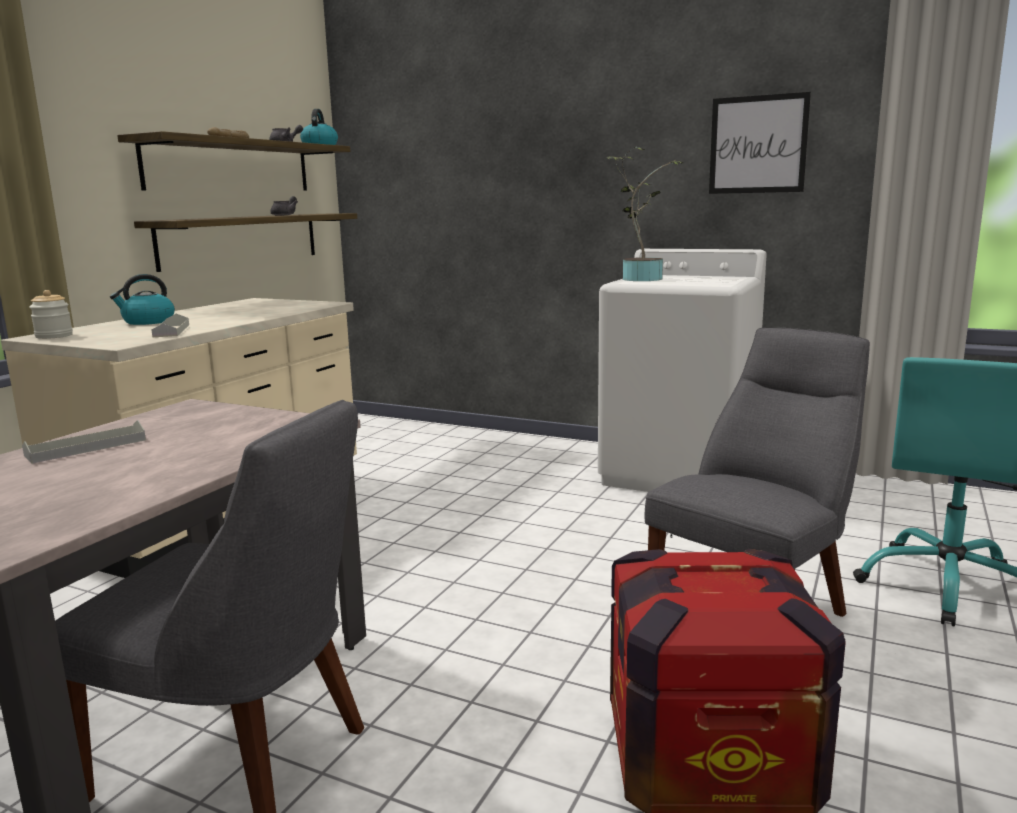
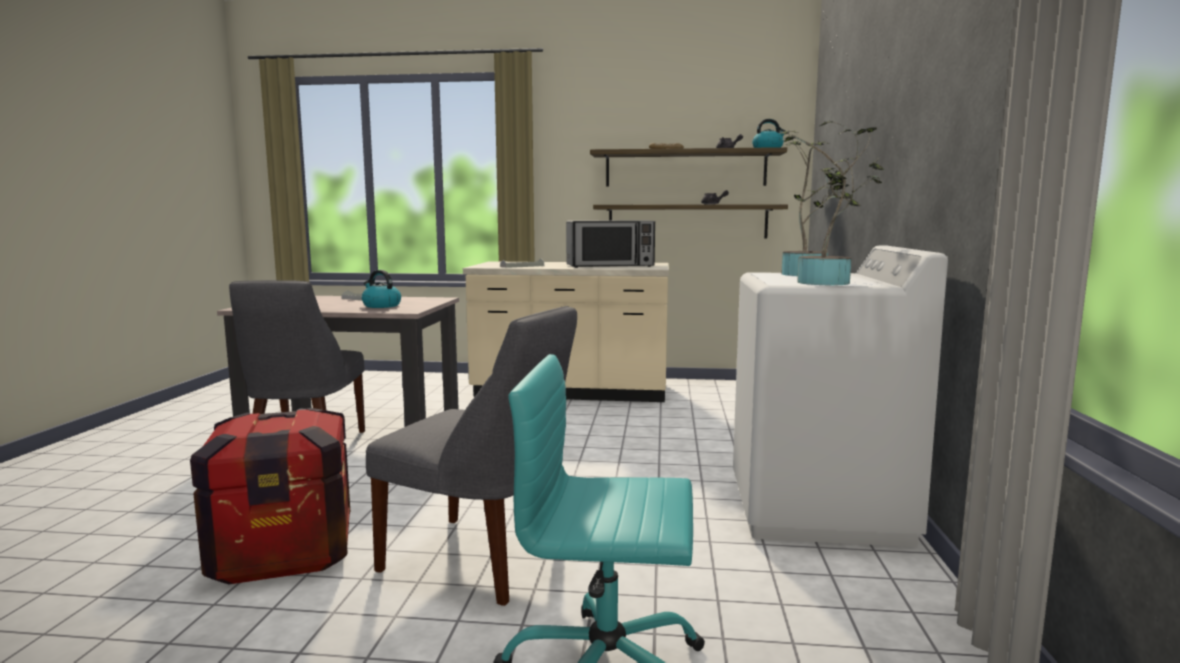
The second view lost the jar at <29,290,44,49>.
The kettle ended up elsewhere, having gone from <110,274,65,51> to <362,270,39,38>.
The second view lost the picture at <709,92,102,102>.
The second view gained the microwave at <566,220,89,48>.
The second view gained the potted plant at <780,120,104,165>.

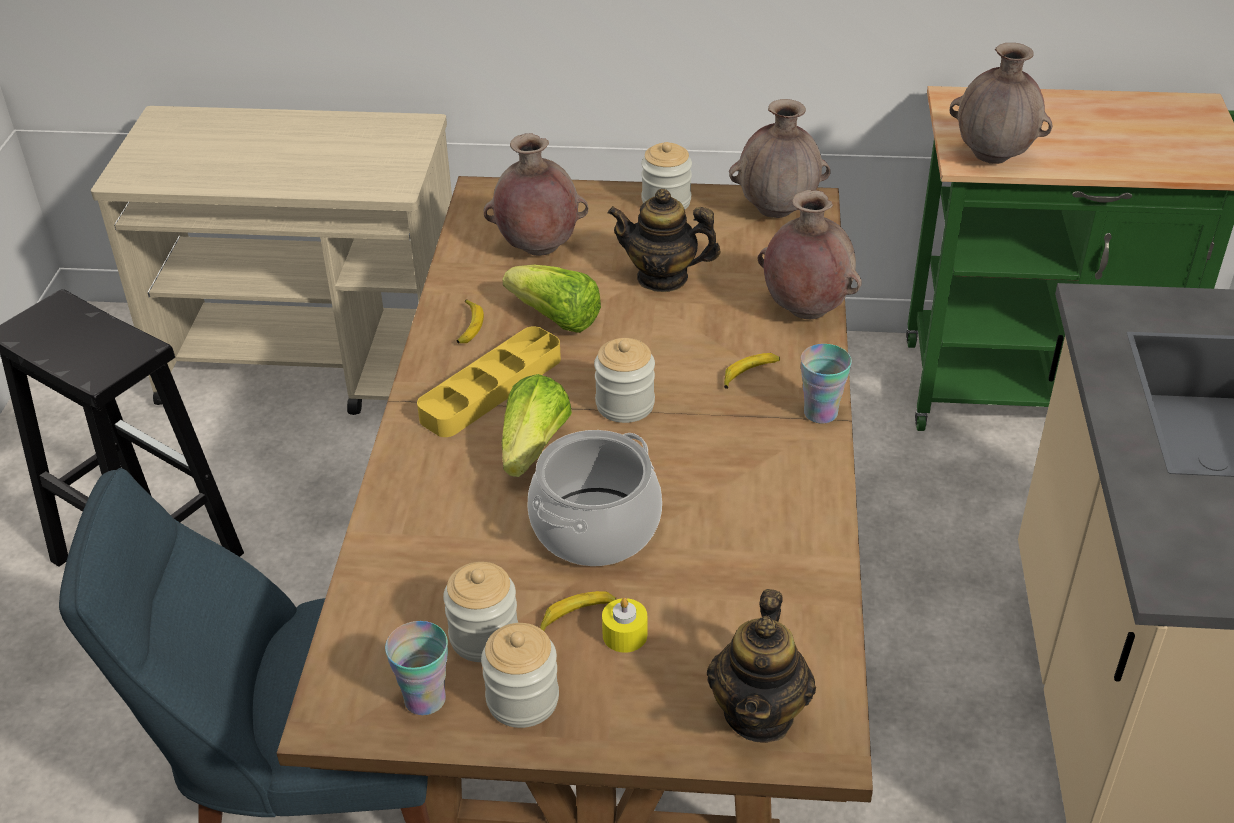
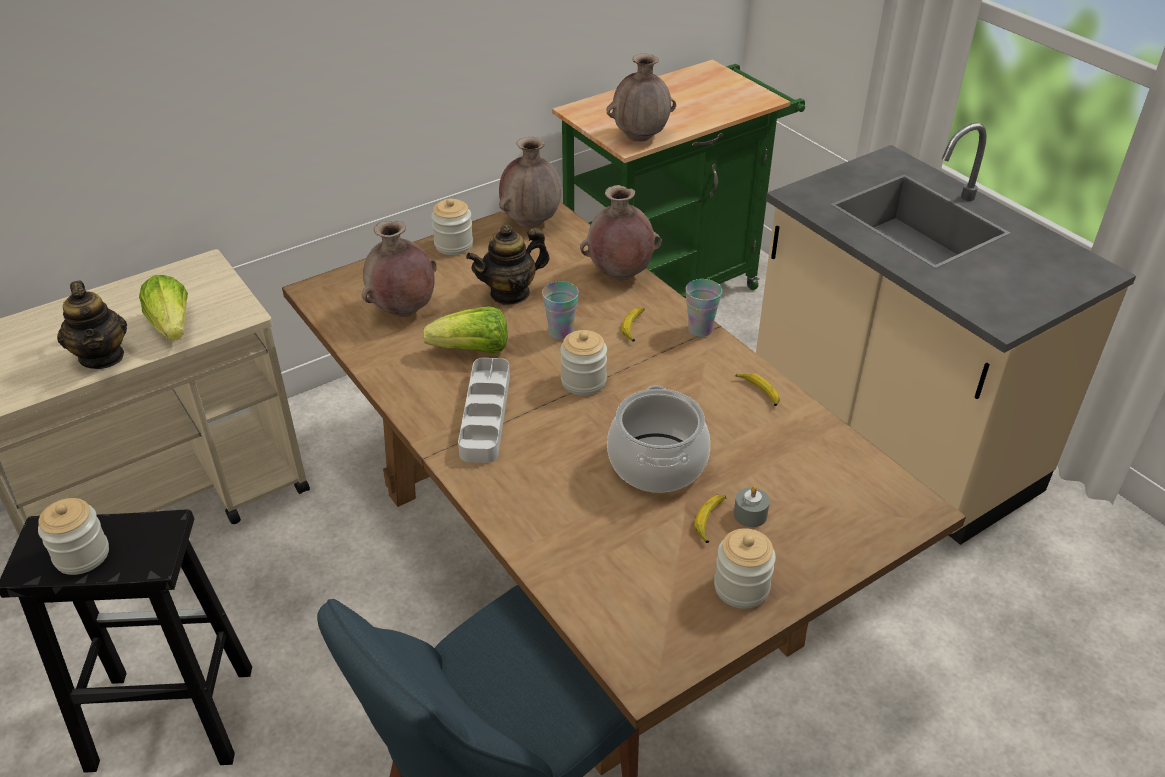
The cup ended up elsewhere, having gone from <385,621,63,94> to <542,281,37,59>.
What was the yellow tray at <417,326,144,111> turned into the grey tray at <458,358,52,105>.
The jar ended up elsewhere, having gone from <443,562,75,100> to <38,498,71,77>.
The banana ended up elsewhere, having gone from <457,299,27,45> to <736,373,44,33>.
The lettuce ended up elsewhere, having gone from <502,374,70,103> to <139,275,49,66>.
What was the yellow candle at <602,598,45,55> turned into the grey candle at <734,486,36,41>.
The teapot ended up elsewhere, having gone from <707,589,109,154> to <57,281,70,88>.

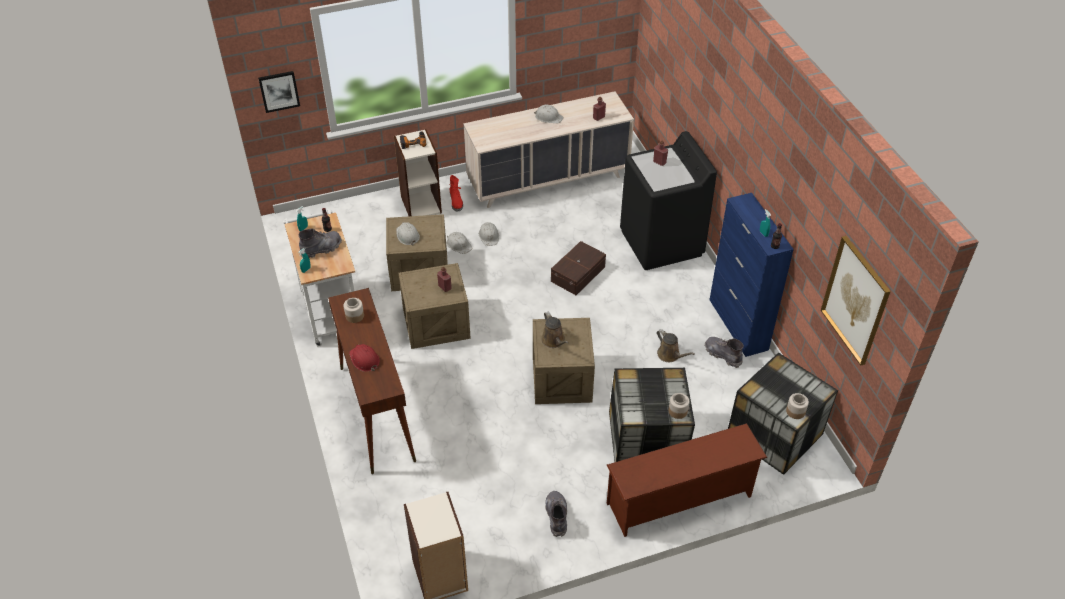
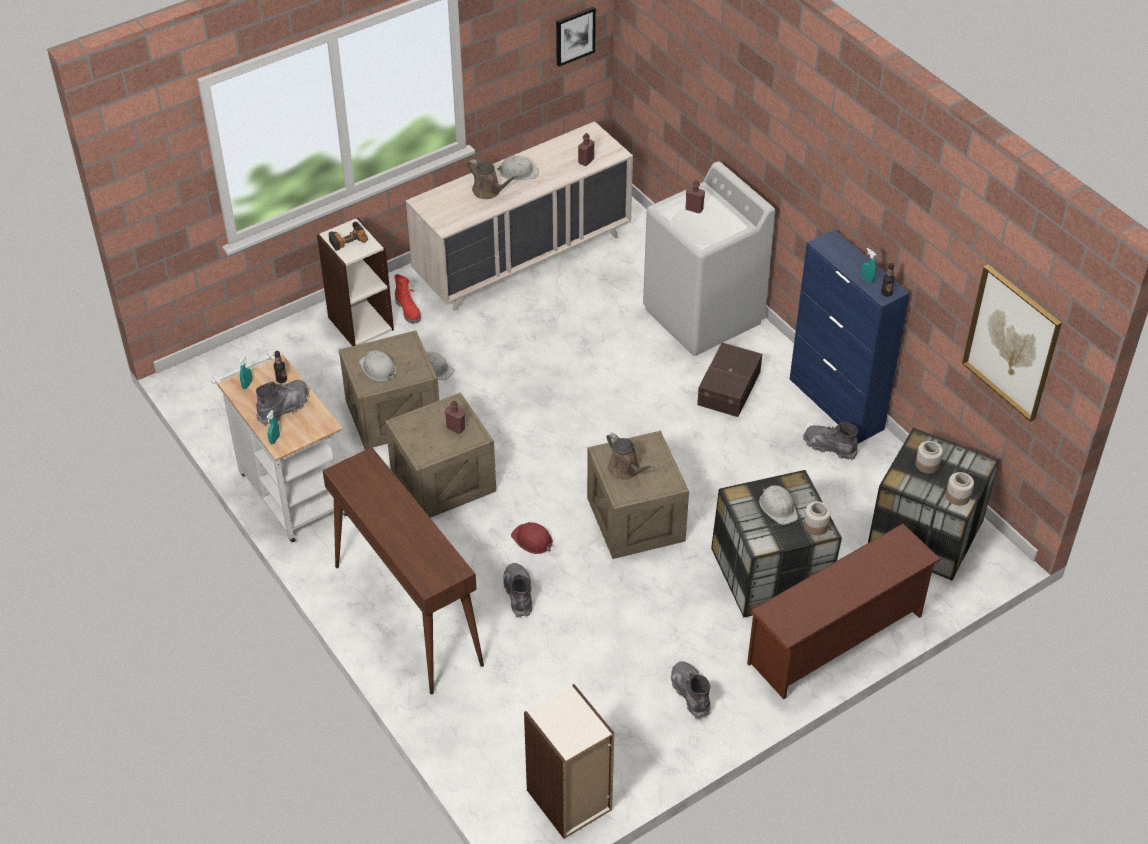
The picture ended up elsewhere, having gone from <258,71,42,42> to <556,7,40,60>.
The jar ended up elsewhere, having gone from <343,298,21,25> to <915,441,28,33>.
The red hard hat ended up elsewhere, having gone from <349,344,31,28> to <511,522,42,32>.
The white hard hat ended up elsewhere, having gone from <479,222,20,24> to <759,485,39,40>.
The brown storage box ended up elsewhere, having gone from <551,241,55,54> to <697,343,65,74>.
What was the black washing machine at <620,131,97,139> turned into the white washing machine at <643,162,132,194>.
The brown watering can ended up elsewhere, having gone from <657,329,38,33> to <467,159,51,40>.
The second view gained the grey boot at <503,563,29,55>.

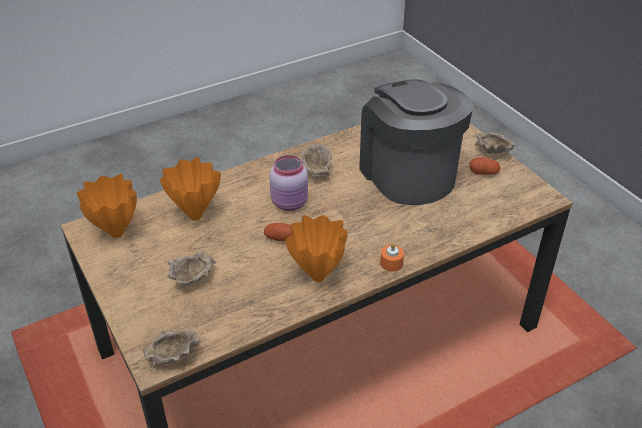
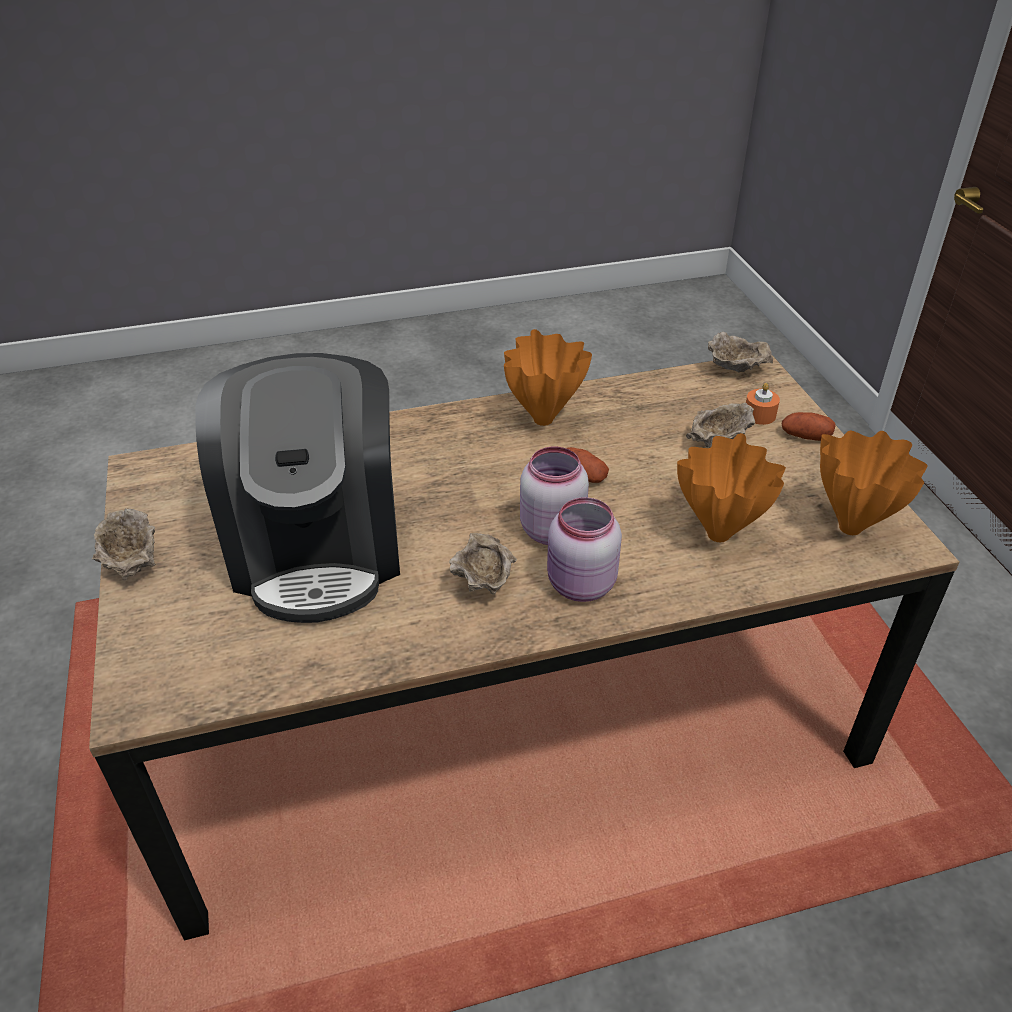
The orange candle ended up elsewhere, having gone from <380,243,24,29> to <746,383,34,42>.
The potato ended up elsewhere, having gone from <469,157,32,18> to <782,412,54,29>.
The second view gained the pink jar at <547,497,75,105>.

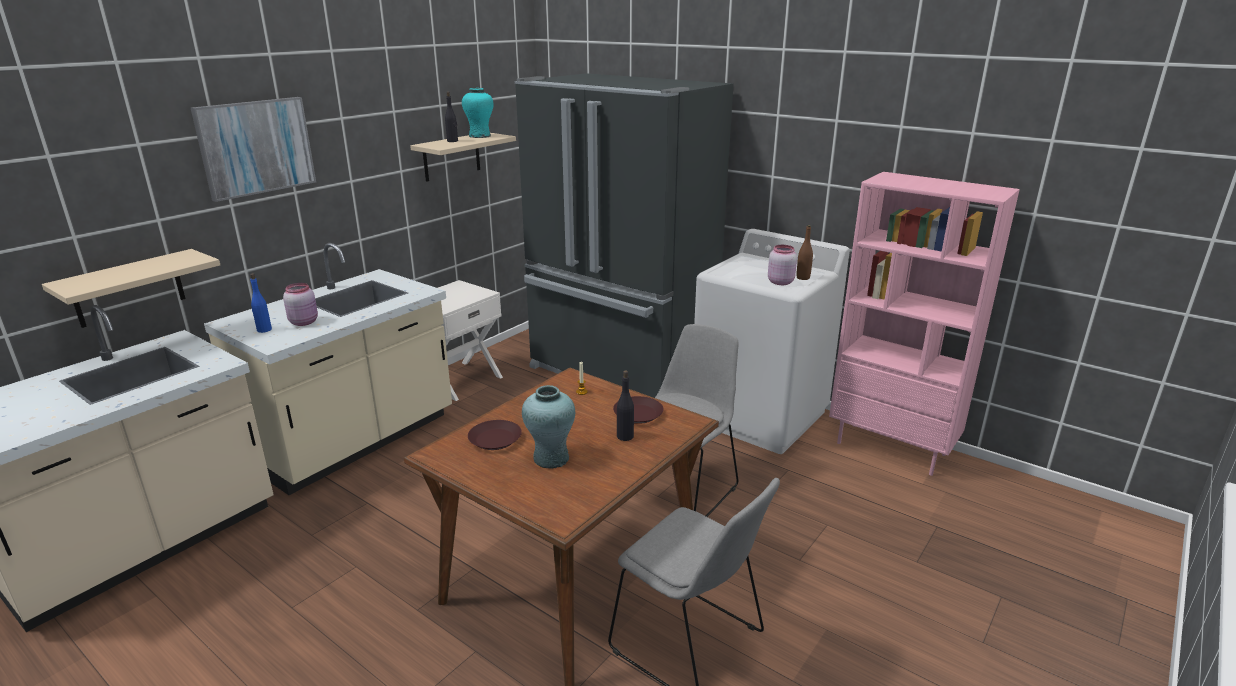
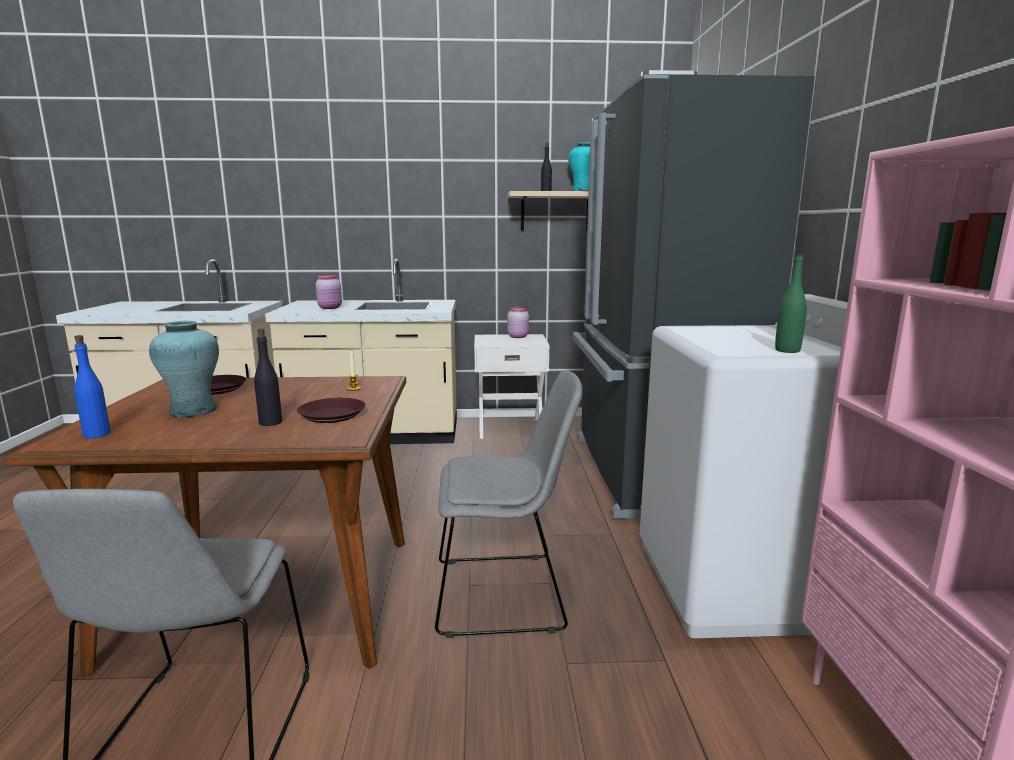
The second view lost the beige shelf at <42,249,178,79>.
The second view lost the picture at <191,97,125,105>.
The blue bottle ended up elsewhere, having gone from <250,274,22,59> to <74,335,37,103>.
The pink jar ended up elsewhere, having gone from <768,245,29,40> to <507,307,22,31>.
What was the brown bottle at <796,225,17,55> turned into the green bottle at <775,254,32,99>.

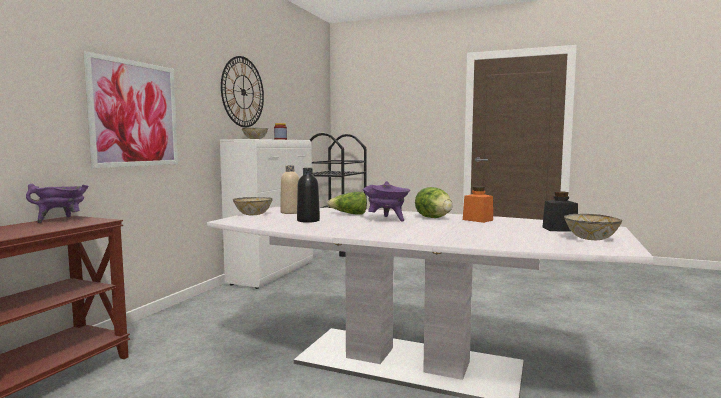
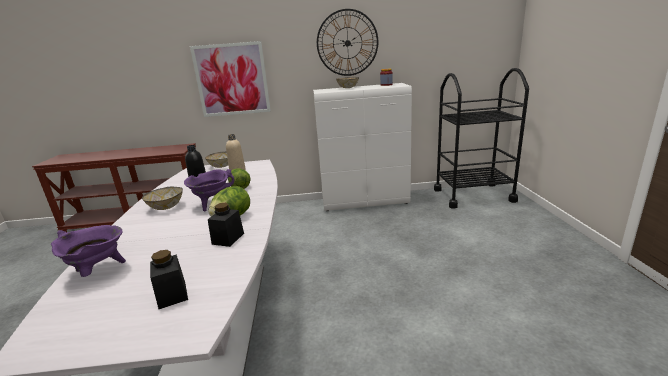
The purple cooking pot ended up elsewhere, having gone from <26,184,63,39> to <51,225,75,52>.
What was the orange jar at <463,186,30,37> turned into the black jar at <208,203,36,44>.
The bowl ended up elsewhere, having gone from <564,214,58,26> to <142,187,41,23>.

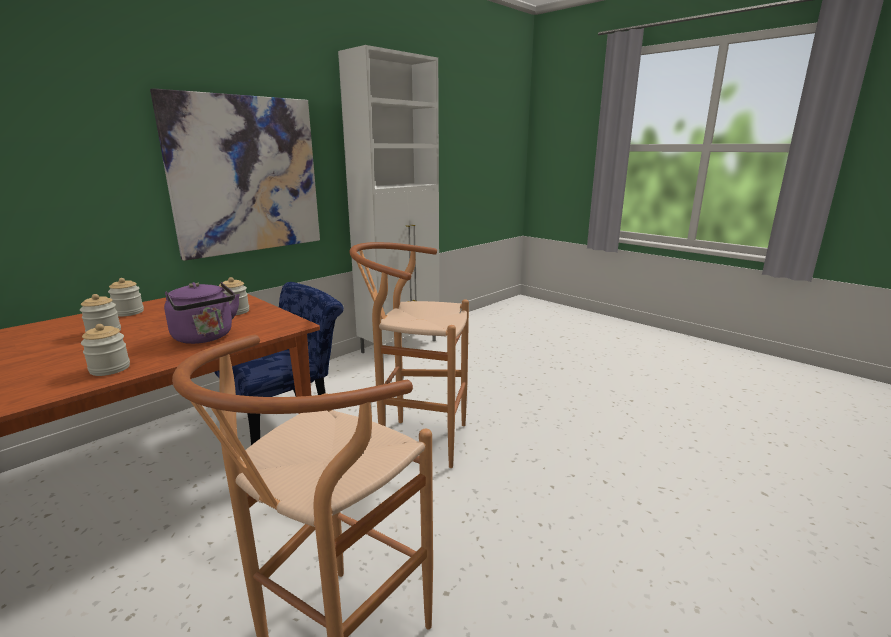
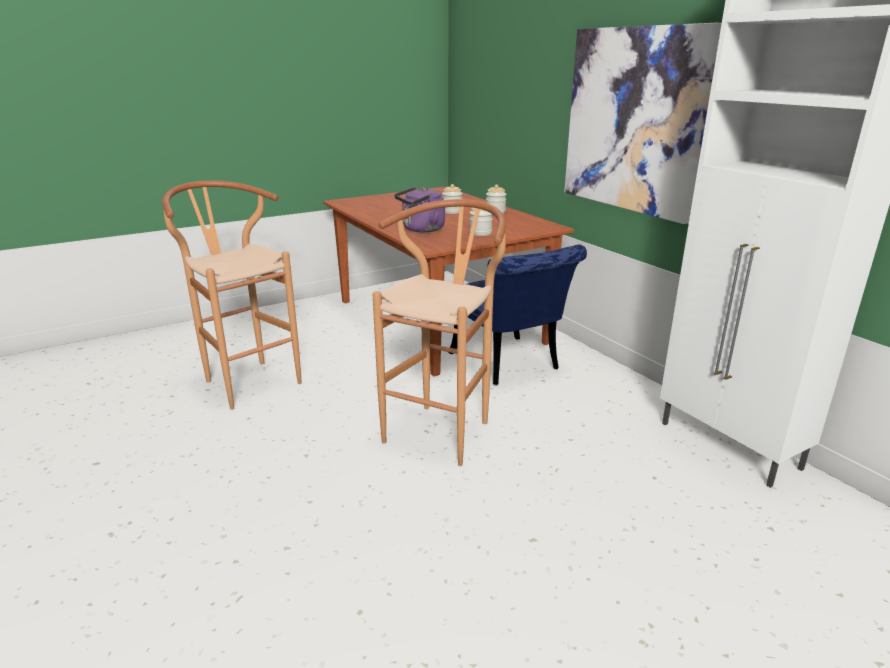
The second view lost the jar at <81,324,49,52>.

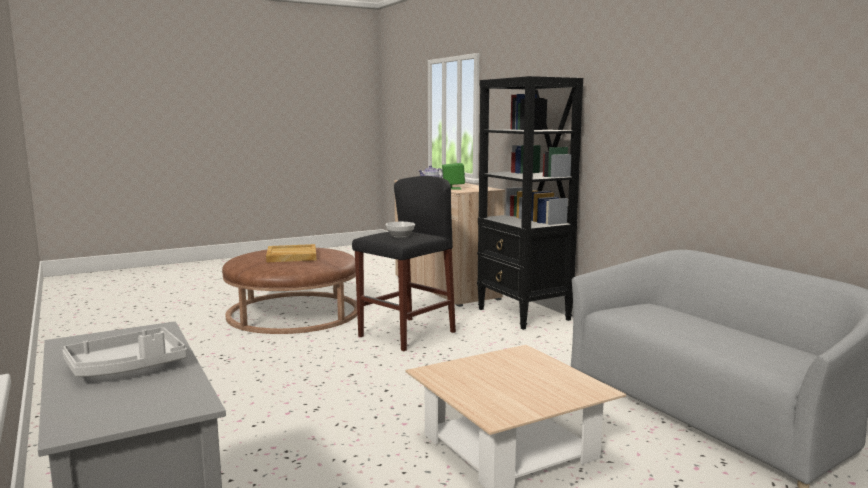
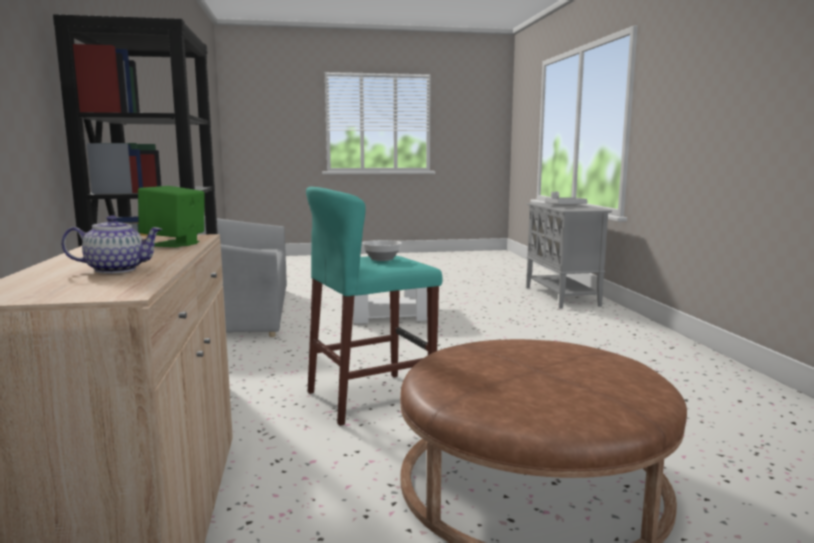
The second view lost the beige tray at <266,244,50,18>.
What was the black stool at <352,176,104,175> turned into the turquoise stool at <306,187,137,239>.

